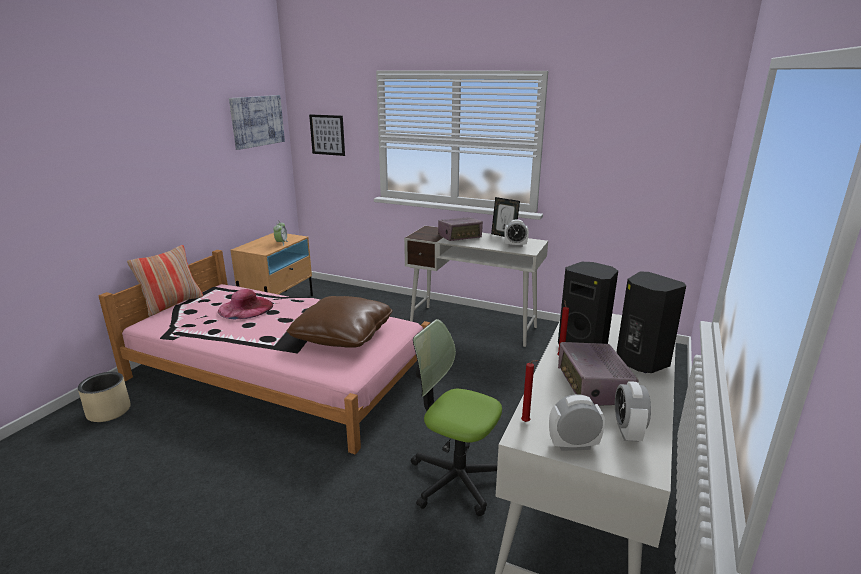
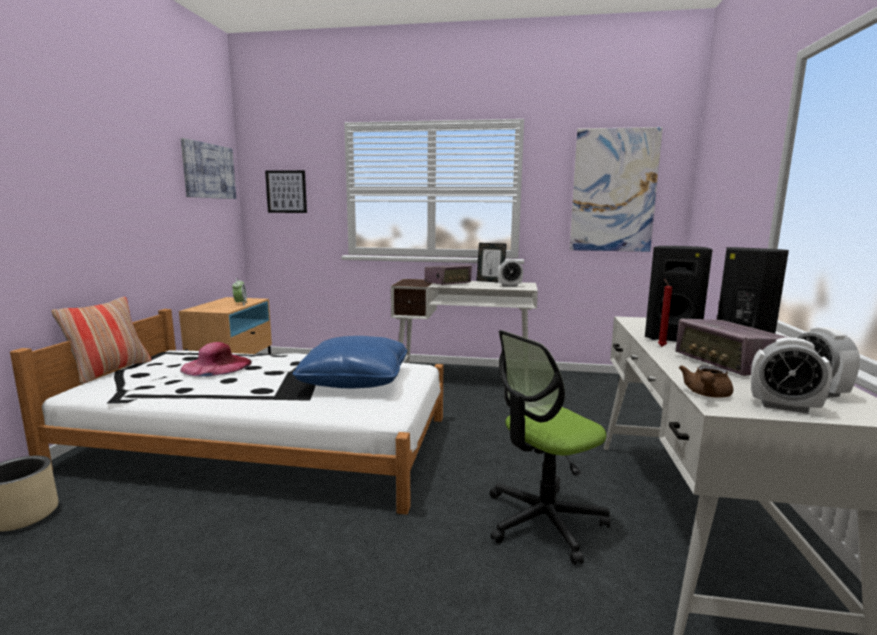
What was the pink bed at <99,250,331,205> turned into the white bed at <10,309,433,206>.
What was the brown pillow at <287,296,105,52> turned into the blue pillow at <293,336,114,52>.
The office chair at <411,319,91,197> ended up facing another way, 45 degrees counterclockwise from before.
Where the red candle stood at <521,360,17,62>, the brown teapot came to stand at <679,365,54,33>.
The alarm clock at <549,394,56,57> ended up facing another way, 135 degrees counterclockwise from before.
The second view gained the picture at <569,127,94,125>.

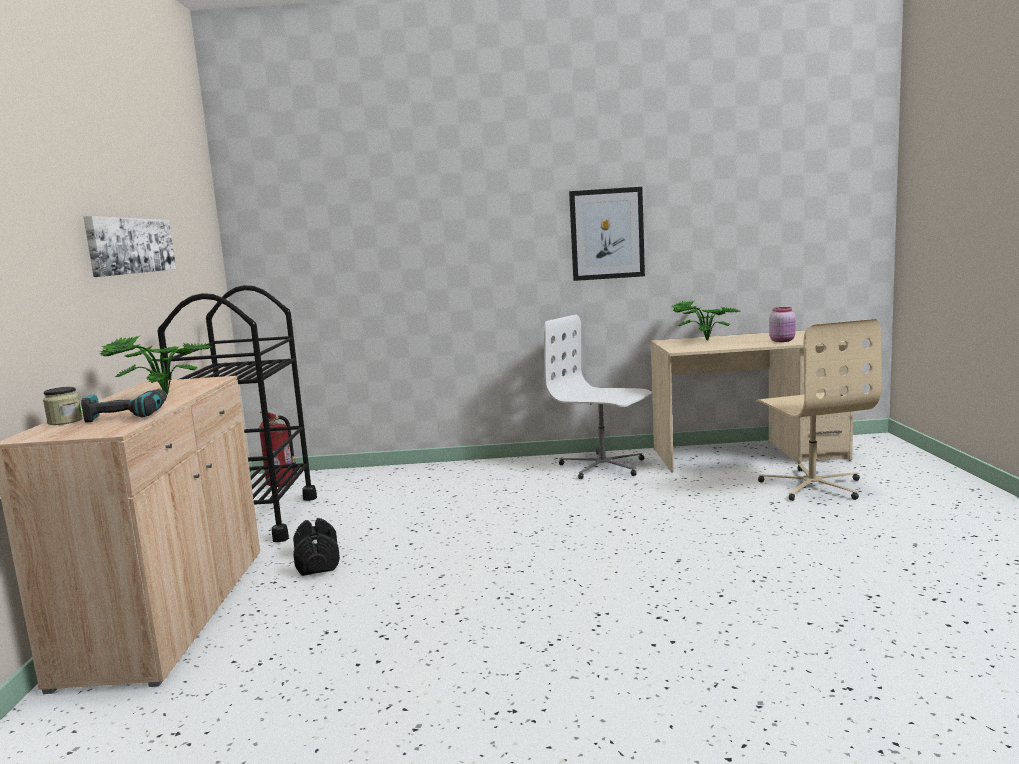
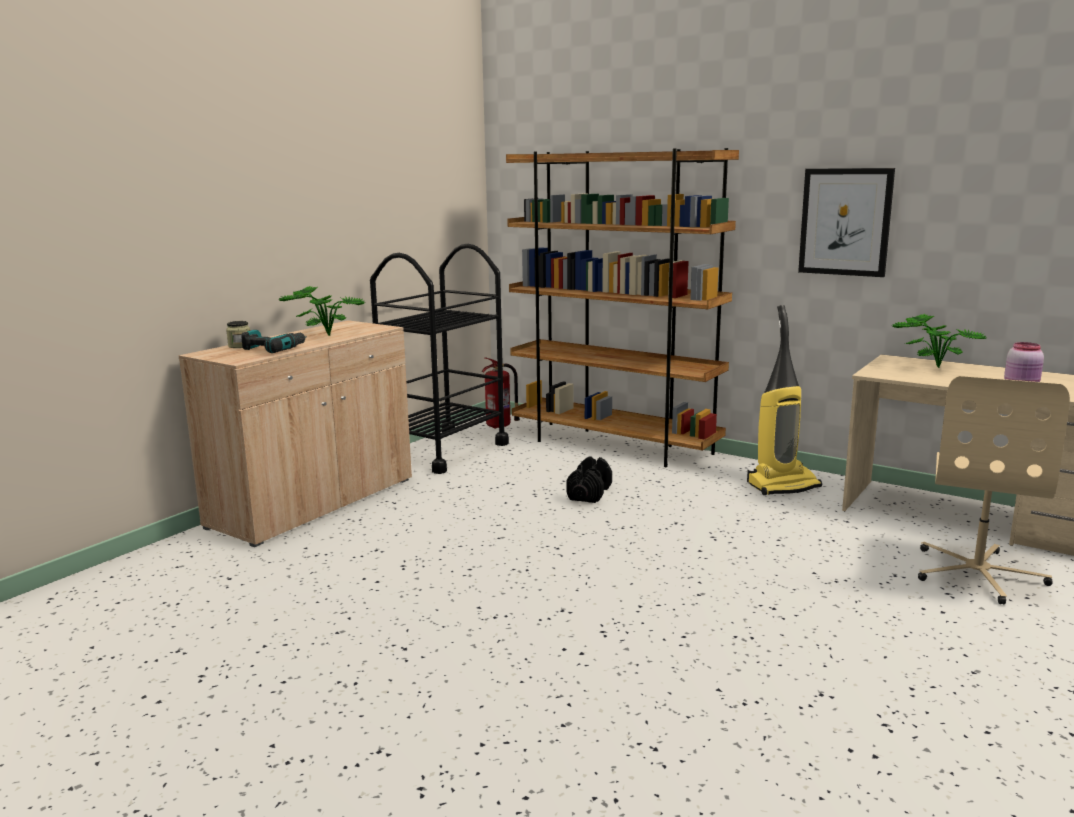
The second view lost the picture at <84,216,92,61>.
The black dumbbell ended up elsewhere, having gone from <293,518,47,58> to <566,456,46,47>.
Where the white office chair stood at <544,314,108,165>, the vacuum cleaner came to stand at <747,305,75,190>.
The second view gained the brown bookcase at <506,148,233,319>.

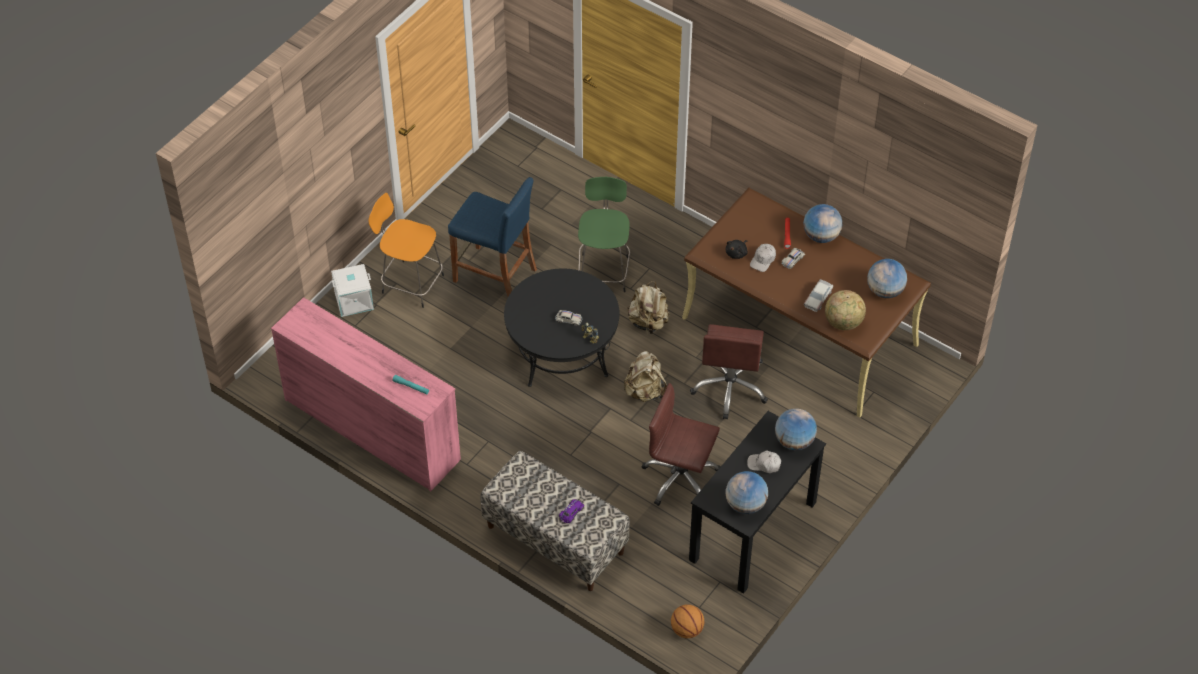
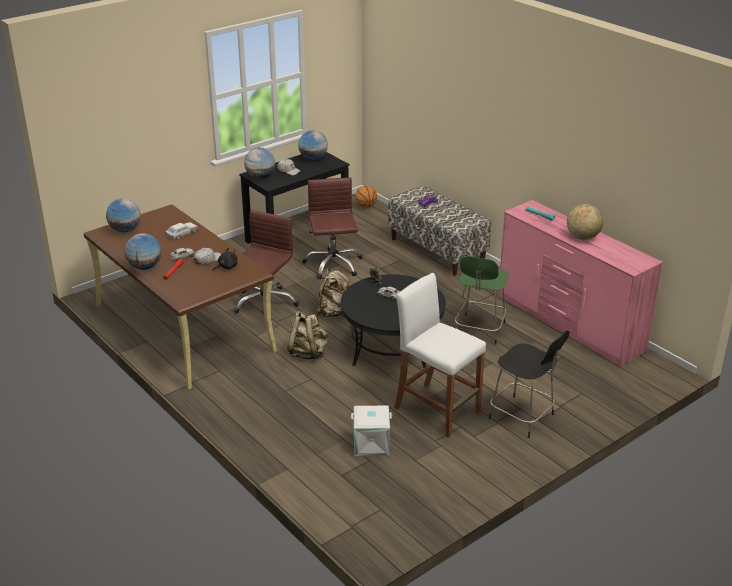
The white storage box ended up elsewhere, having gone from <331,264,43,53> to <351,406,41,50>.
What was the orange stool at <368,193,76,115> turned into the black stool at <488,330,81,108>.
What was the blue stool at <448,177,89,120> turned into the white stool at <394,273,92,165>.
The green stool ended up elsewhere, having gone from <578,177,52,115> to <455,256,54,89>.
The brown office chair at <641,383,80,123> ended up facing another way, 135 degrees counterclockwise from before.
The globe ended up elsewhere, having gone from <825,290,41,40> to <567,204,36,36>.

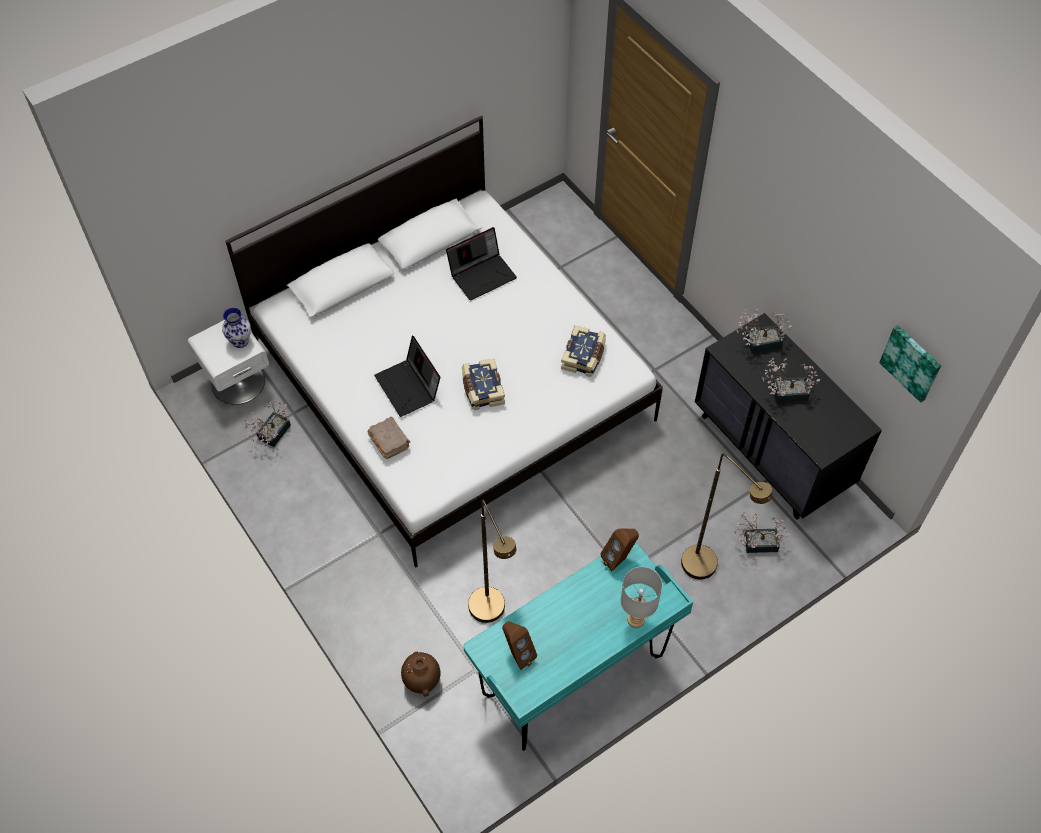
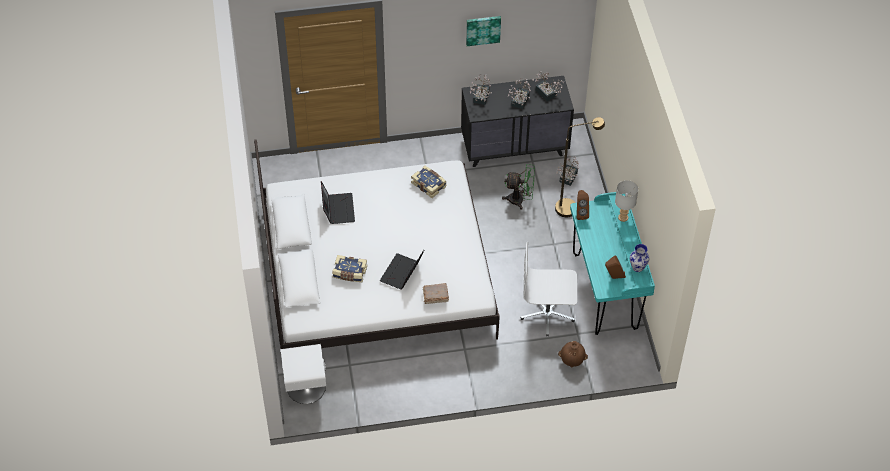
The vase ended up elsewhere, having gone from <222,308,29,40> to <630,244,19,28>.
The potted plant ended up elsewhere, having gone from <245,400,46,47> to <532,71,32,30>.
The laptop at <374,336,66,81> ended up facing another way, 120 degrees clockwise from before.
The book ended up elsewhere, having gone from <462,358,43,52> to <332,255,35,28>.
Where the brown floor lamp stood at <468,500,48,123>, the white office chair came to stand at <520,242,57,94>.
The picture ended up elsewhere, having gone from <879,325,62,78> to <466,16,35,30>.
The second view gained the green fan at <502,164,33,46>.

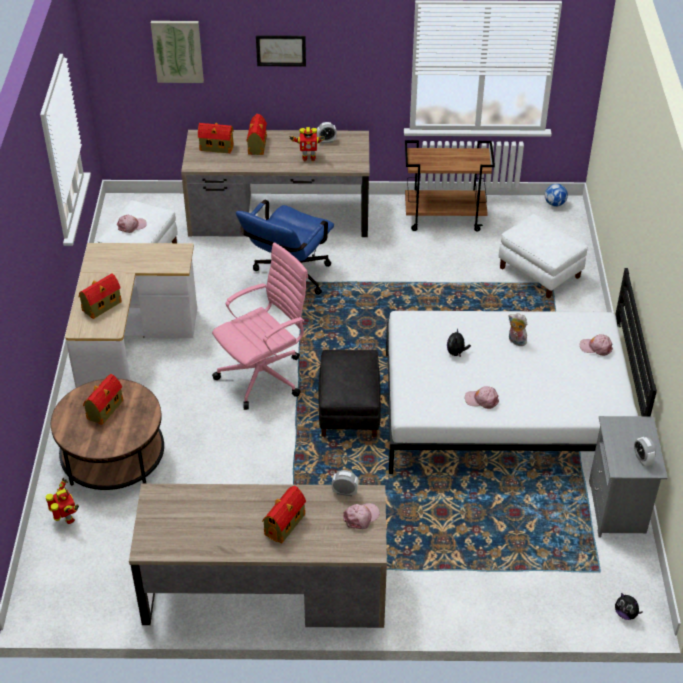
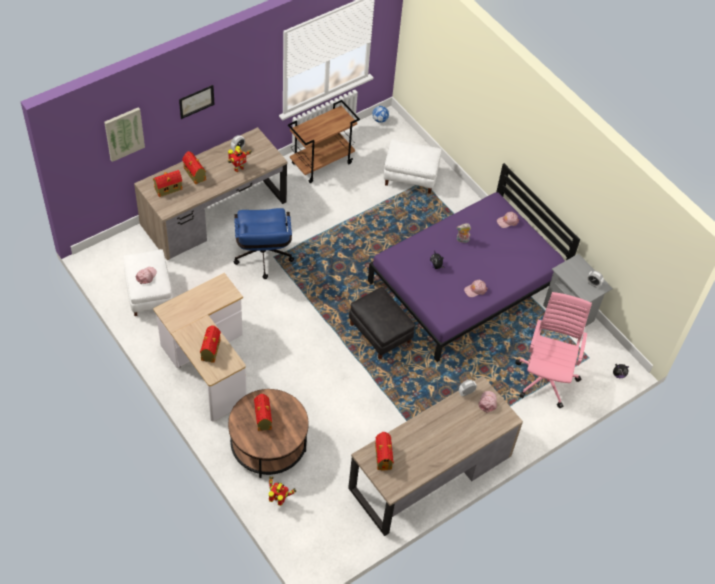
The pink office chair ended up elsewhere, having gone from <212,243,96,167> to <515,292,77,117>.
The toy house ended up elsewhere, having gone from <262,486,44,57> to <375,432,19,39>.
What was the white bed at <386,268,271,206> turned into the purple bed at <368,163,212,199>.

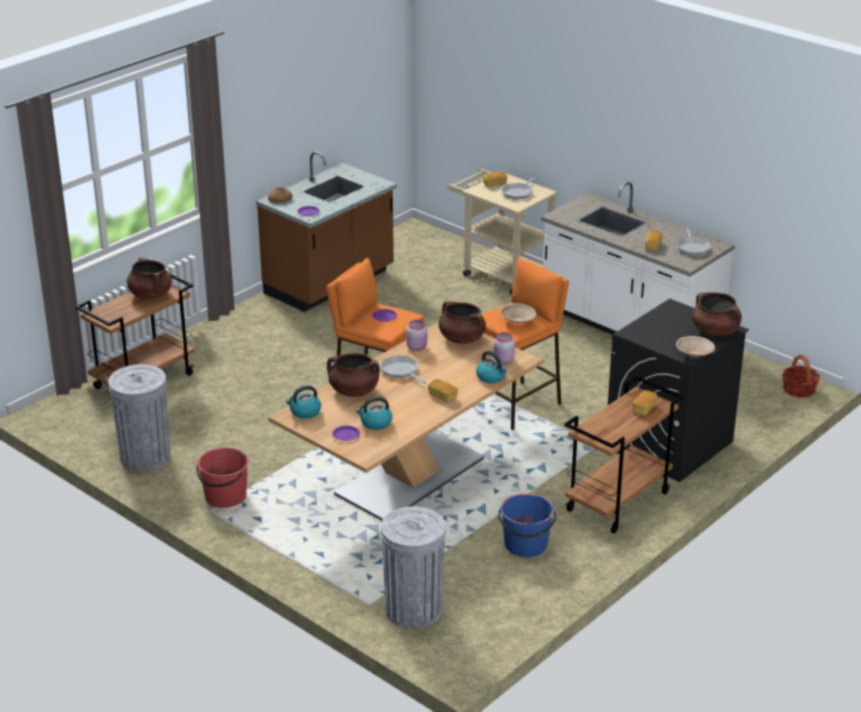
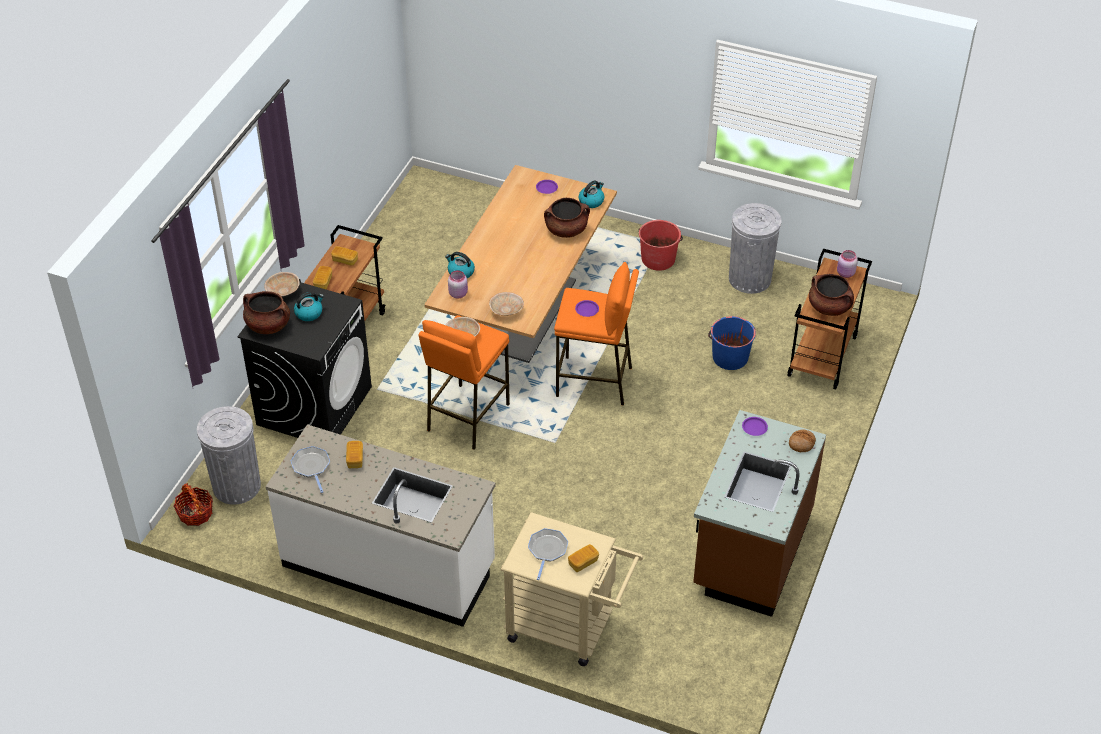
The kettle ended up elsewhere, having gone from <356,397,36,33> to <294,292,30,29>.
The second view lost the frying pan at <380,355,46,29>.
The grey trash can ended up elsewhere, having gone from <381,506,65,123> to <197,406,64,99>.
The pink jar ended up elsewhere, having gone from <406,320,21,31> to <837,250,21,28>.
The bread ended up elsewhere, having gone from <428,379,30,23> to <331,246,27,20>.
Where the brown cooking pot stood at <438,301,48,43>, the beige bowl came to stand at <489,292,35,24>.
The blue bucket ended up elsewhere, having gone from <498,493,58,64> to <708,316,48,54>.

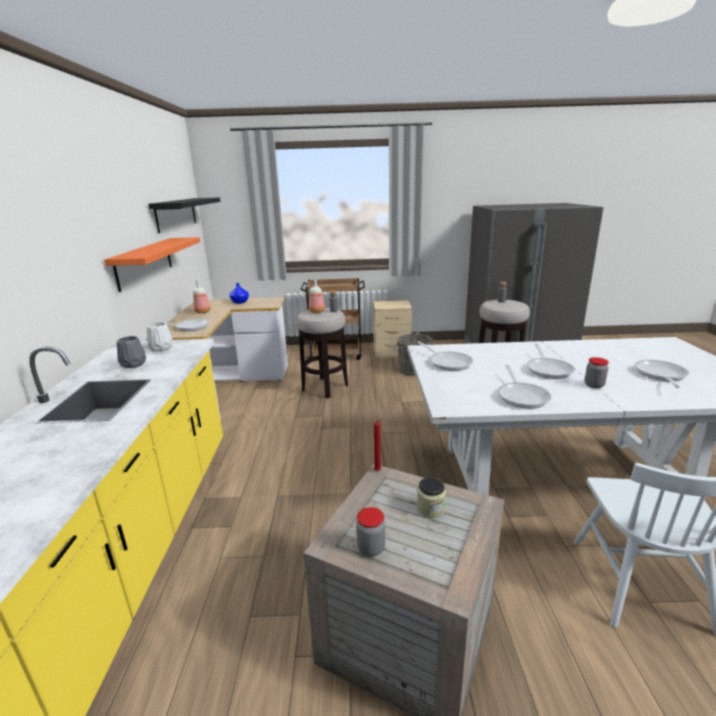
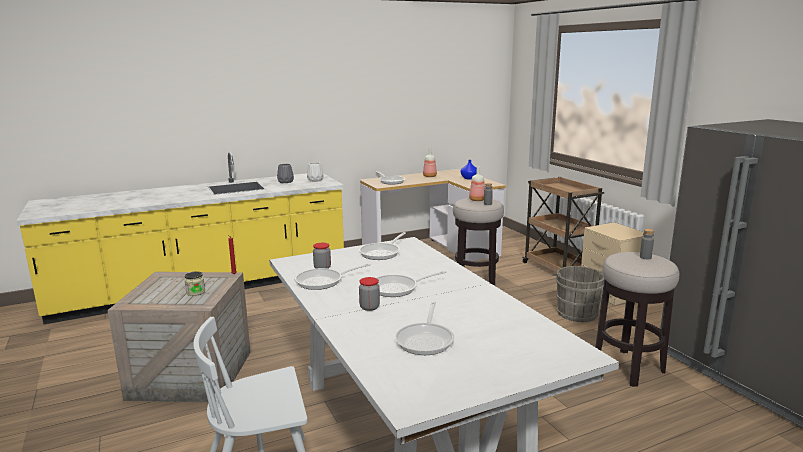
The second view lost the orange shelf at <104,237,96,55>.
The second view lost the black shelf at <148,197,72,36>.
The jar ended up elsewhere, having gone from <356,507,29,49> to <313,243,18,26>.
The frying pan at <635,360,54,28> ended up facing another way, 105 degrees clockwise from before.

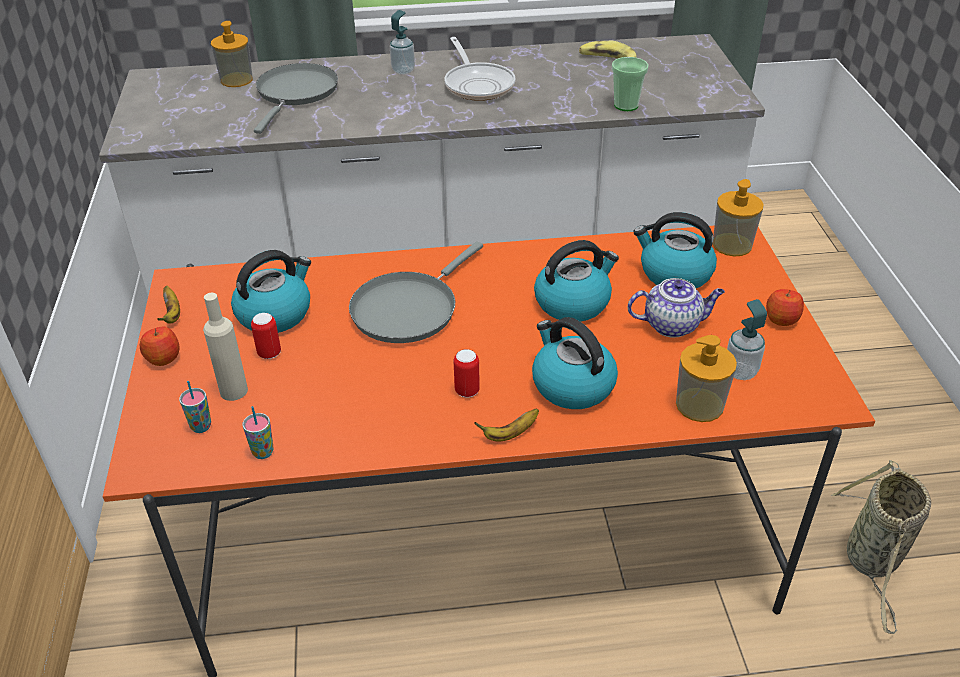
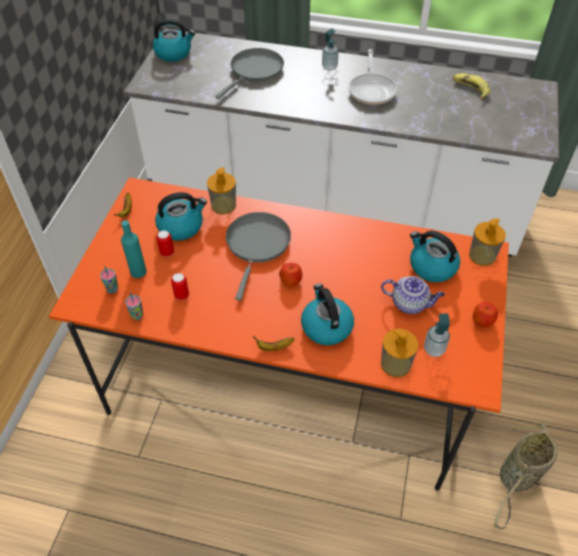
The apple ended up elsewhere, having gone from <140,327,40,39> to <279,263,23,24>.
What was the beige bottle at <203,293,45,108> turned into the turquoise bottle at <121,220,26,58>.
The soap dispenser ended up elsewhere, having gone from <211,21,42,66> to <207,167,29,48>.
The grey frying pan at <349,241,134,102> ended up facing another way, 135 degrees clockwise from before.
The can ended up elsewhere, having gone from <454,349,26,49> to <171,273,18,27>.
The kettle ended up elsewhere, having gone from <534,240,85,82> to <153,19,42,43>.
The second view lost the cup at <612,57,37,54>.

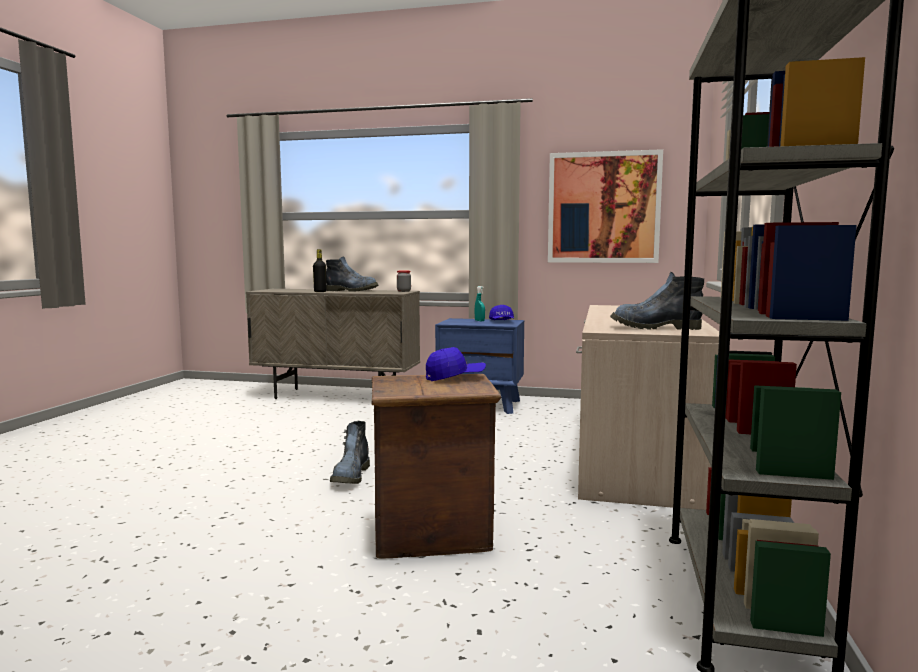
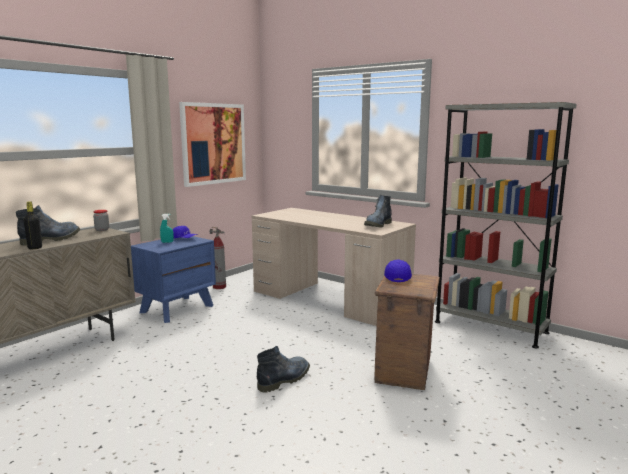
The boot at <330,421,40,63> ended up facing another way, 75 degrees counterclockwise from before.
The second view gained the fire extinguisher at <209,227,17,62>.

